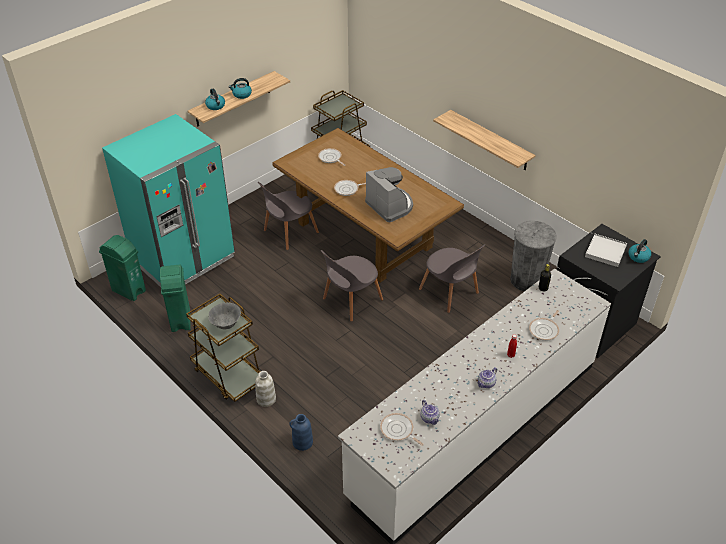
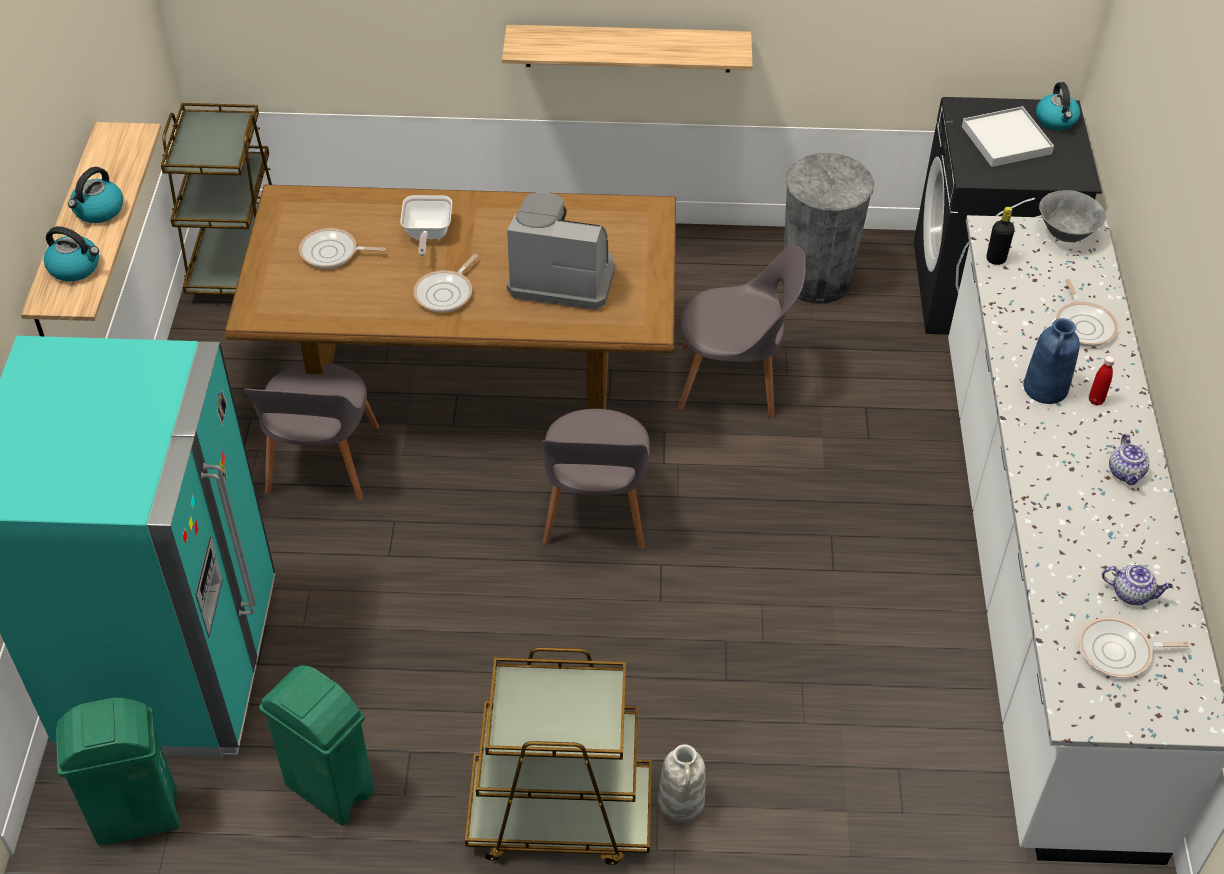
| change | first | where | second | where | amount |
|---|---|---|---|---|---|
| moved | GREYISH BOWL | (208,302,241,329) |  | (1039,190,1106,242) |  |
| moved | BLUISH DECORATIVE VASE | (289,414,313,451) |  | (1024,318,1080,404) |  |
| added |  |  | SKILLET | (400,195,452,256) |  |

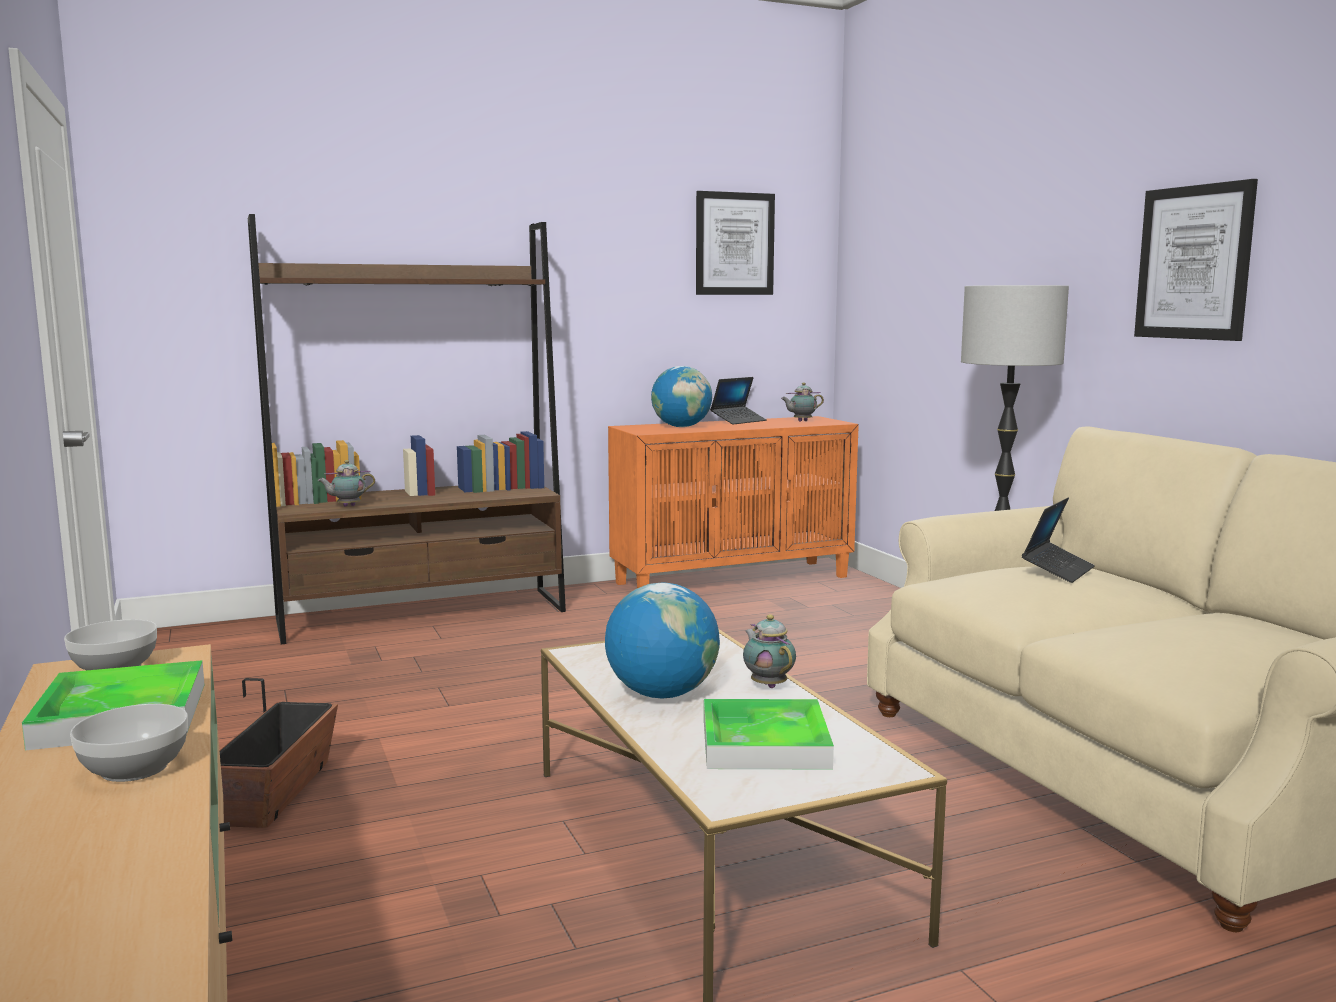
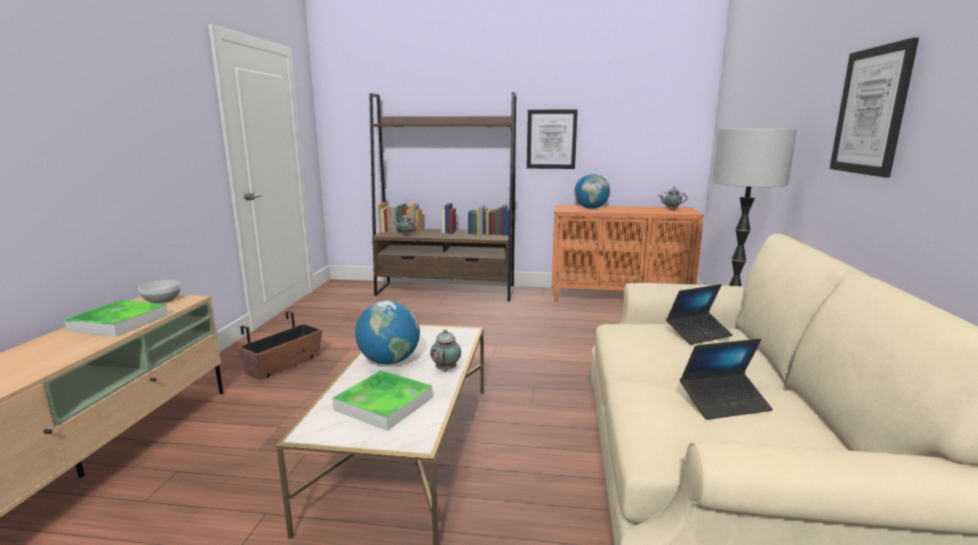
| change | first | where | second | where | amount |
|---|---|---|---|---|---|
| moved | WALL PICTURE | (696,191,775,295) |  | (527,109,578,169) |  |
| moved | PORTABLE COMPUTER | (710,377,766,424) |  | (680,339,773,420) |  |
| removed | BOWL | (70,704,188,782) |  |  |  |

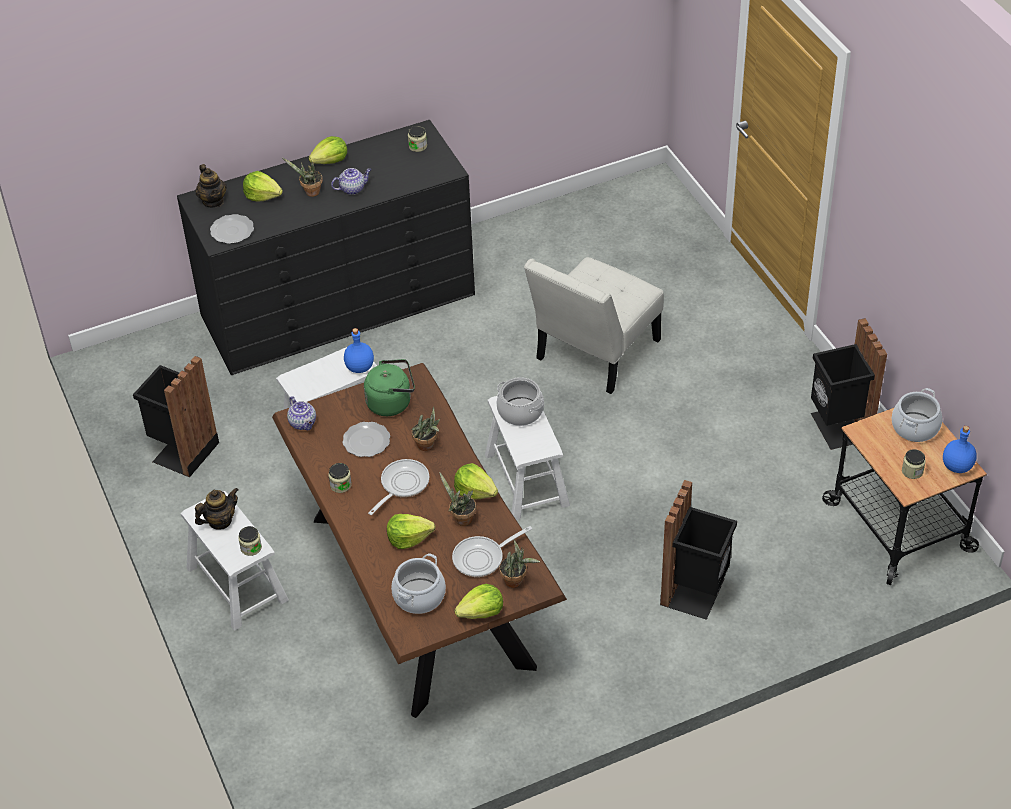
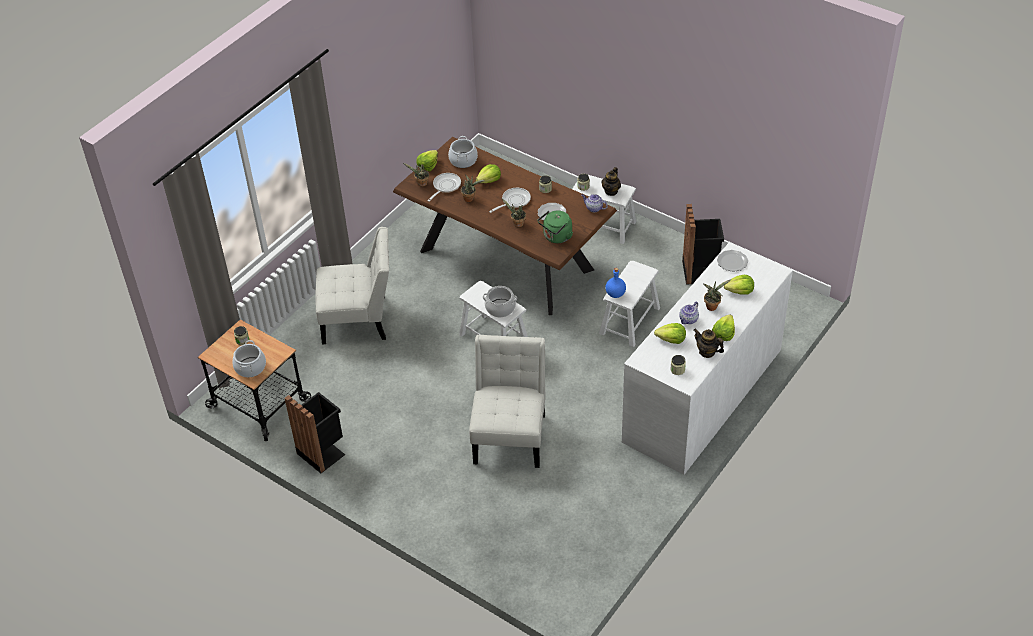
| change | first | where | second | where | amount |
|---|---|---|---|---|---|
| recoloured | BLACK-COLOURED DRAWER CHEST | (177,120,475,375) | WHITE-COLOURED DRAWER CHEST | (622,243,793,475) |  |
| moved | TEAPOT | (195,164,227,208) |  | (694,328,724,358) |  |
| removed | BLUISH BEVERAGE BOTTLE | (943,426,977,473) |  |  |  |
| turned | SKILLET | (368,459,429,515) |  | (489,188,531,213) | 135 degrees counterclockwise |
| moved | LETTUCE HEAD | (454,463,498,500) |  | (654,323,686,344) |  |
| replaced | BLACK-COLOURED RUBBISH BIN | (660,480,737,620) | WHITE-COLOURED UPRIGHT CHAIR | (315,227,389,344) |  |

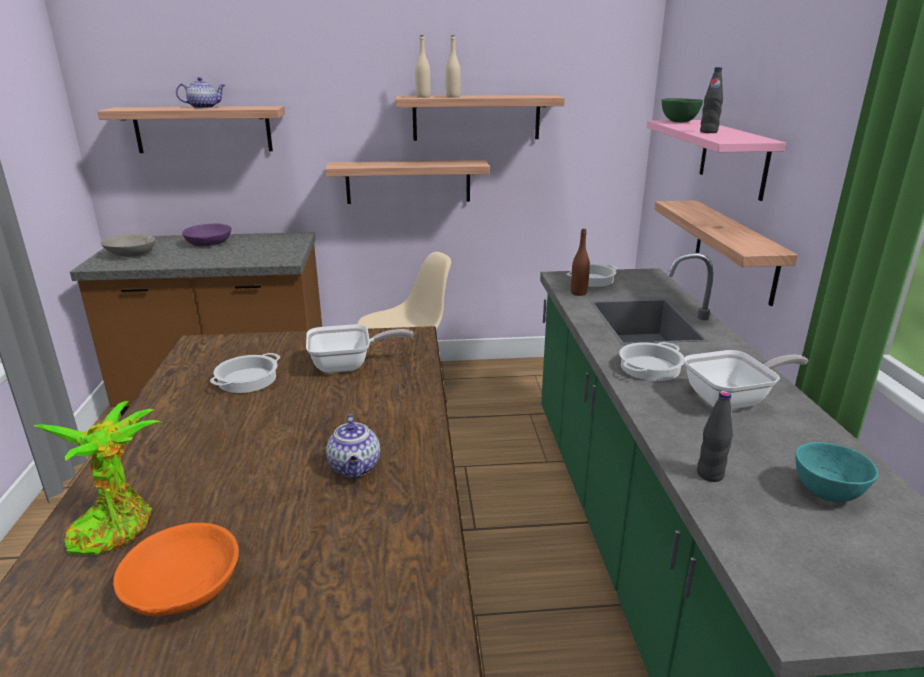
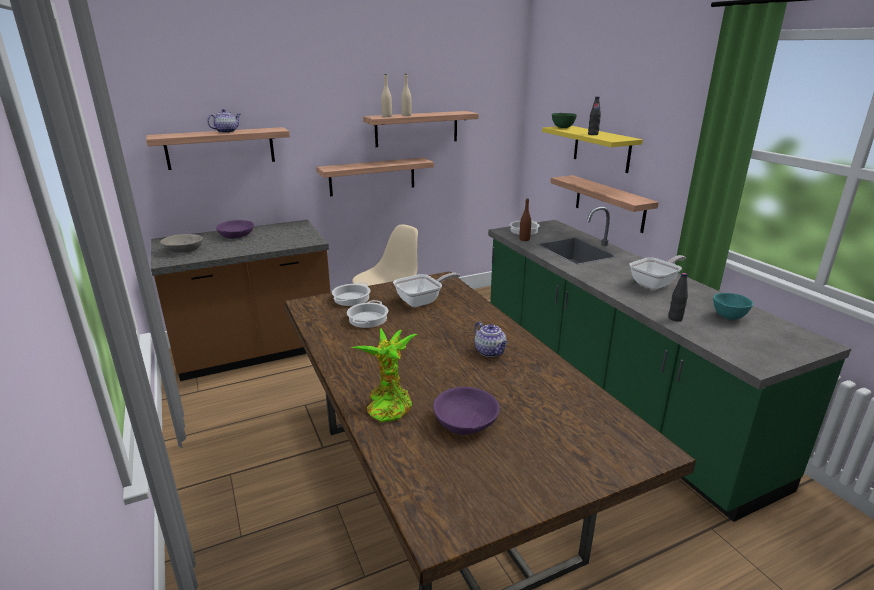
| change | first | where | second | where | amount |
|---|---|---|---|---|---|
| recoloured | PINKISH BRACKET SHELF | (647,120,786,201) | YELLOW-COLOURED BRACKET SHELF | (542,126,643,173) |  |
| moved | SAUCEPOT | (619,342,684,381) |  | (332,282,371,306) |  |
| recoloured | ORANGE BOWL | (113,523,239,617) | PURPLISH BOWL | (433,387,500,435) |  |

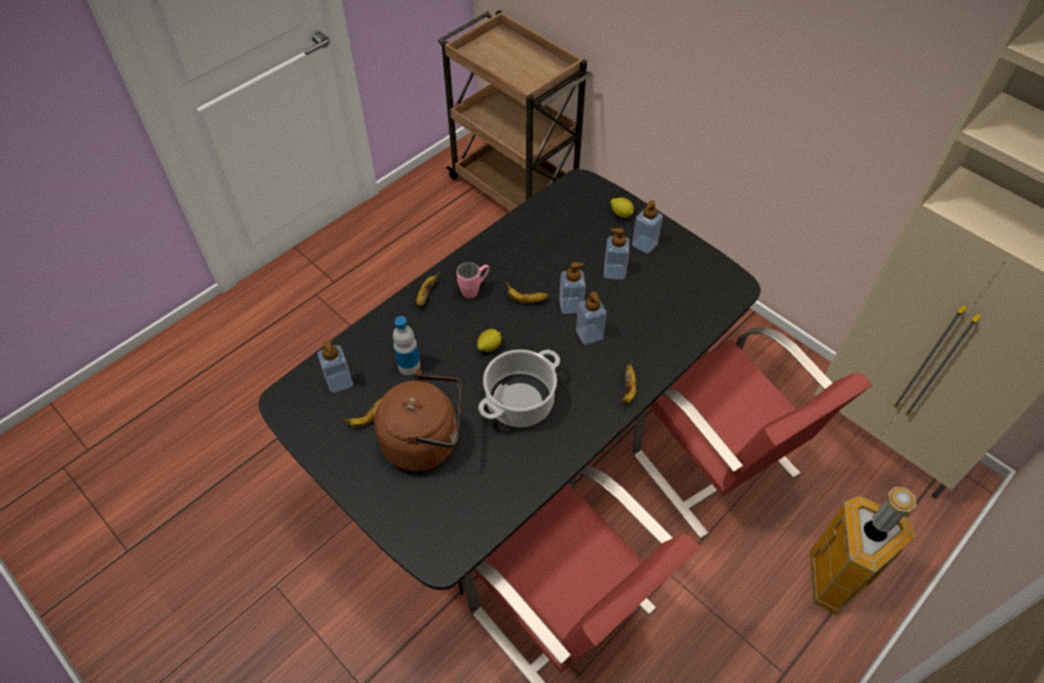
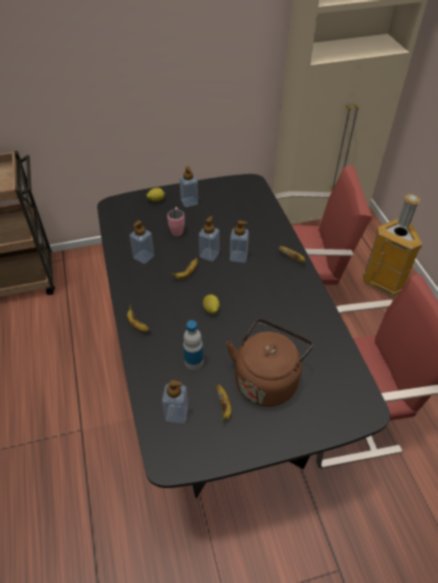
| change | first | where | second | where | amount |
|---|---|---|---|---|---|
| moved | SOAP BOTTLE | (604,228,630,280) |  | (130,221,154,264) |  |
| moved | PINKISH MUG | (457,262,489,298) |  | (167,207,185,236) |  |
| removed | SAUCEPOT | (478,349,560,427) |  |  |  |

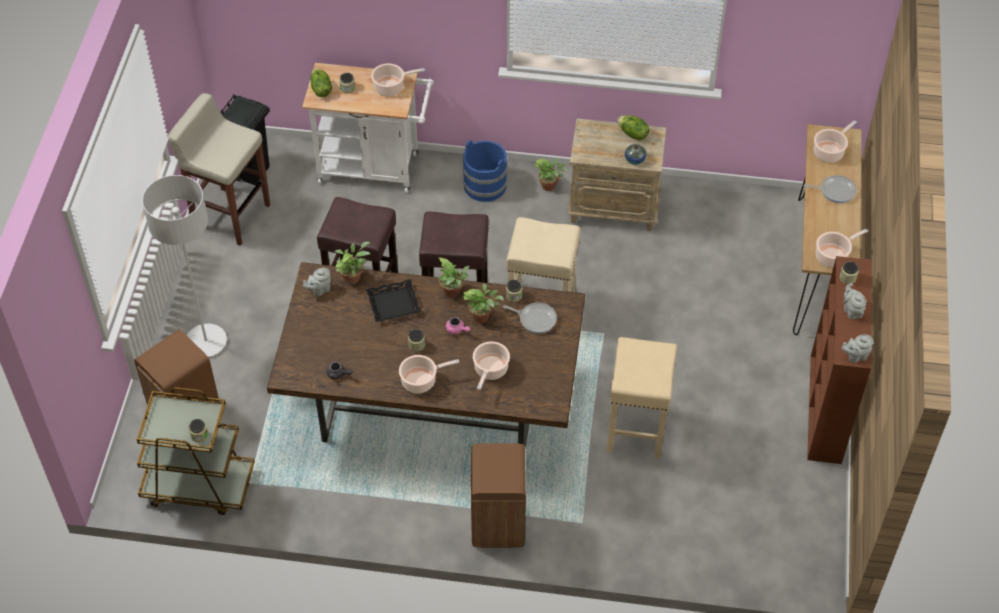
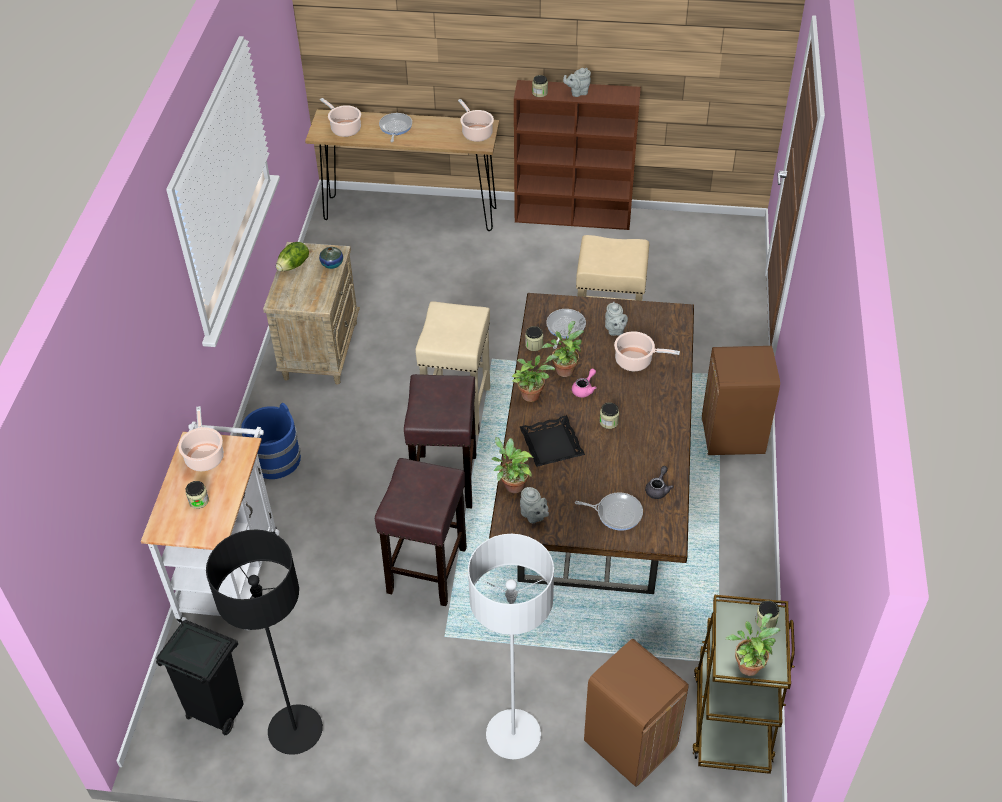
| change | first | where | second | where | amount |
|---|---|---|---|---|---|
| removed | LETTUCE HEAD | (310,68,332,97) |  |  |  |
| replaced | BEIGE-COLOURED STOOL | (167,93,270,246) | BLACK-COLOURED STANDING LAMP | (206,529,323,755) |  |
| moved | PLANT IN A POT | (534,158,568,191) |  | (726,613,780,676) |  |
| moved | GREYISH TEAPOT | (842,334,873,363) |  | (605,301,628,336) |  |
| removed | SAUCEPOT | (399,355,459,394) |  |  |  |
| added |  |  | SKILLET | (575,492,643,531) |  |

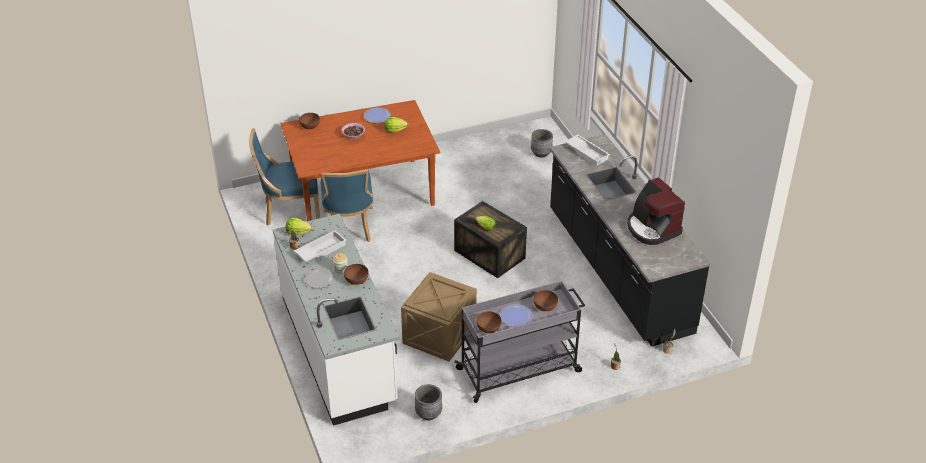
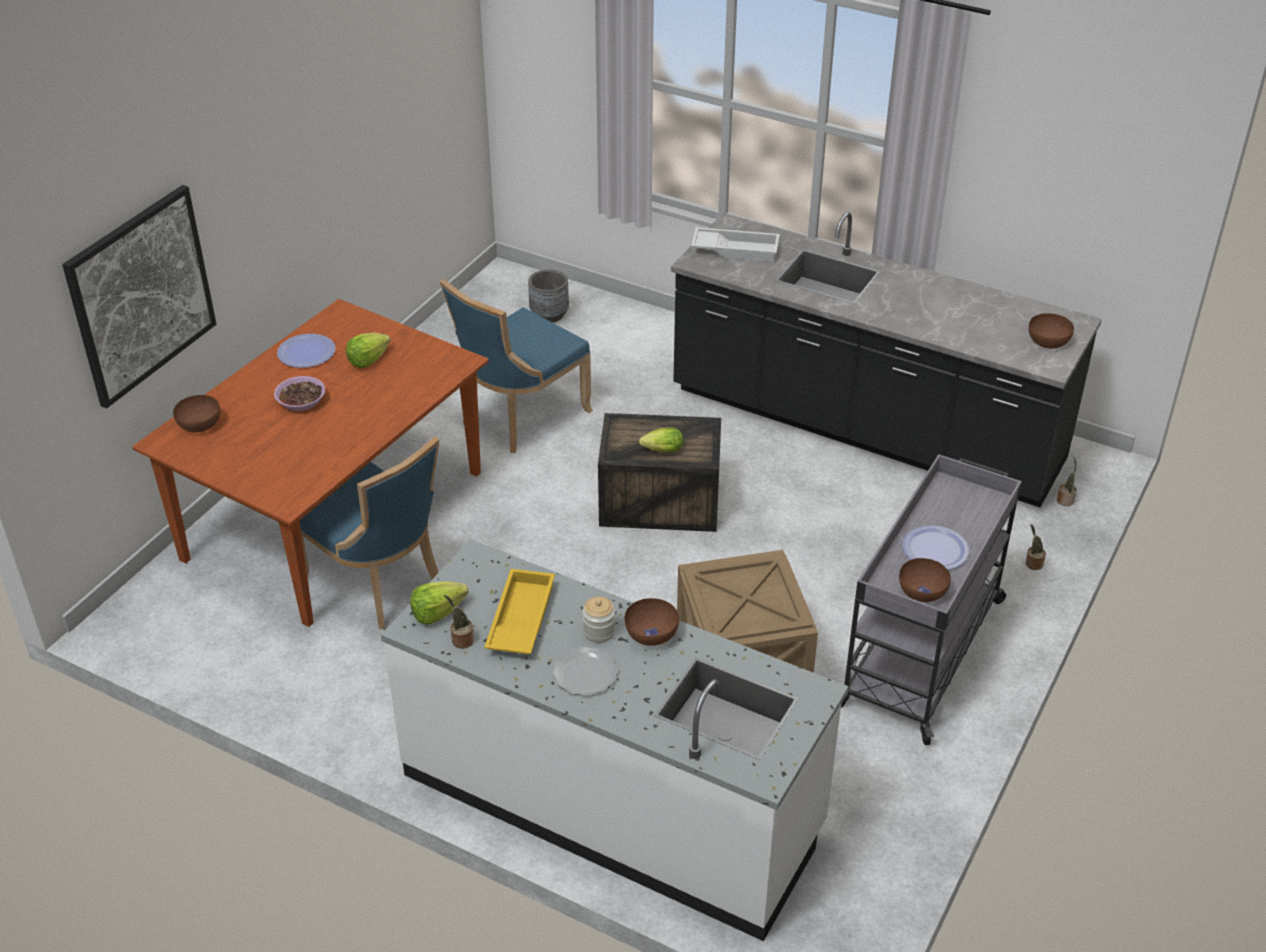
| change | first | where | second | where | amount |
|---|---|---|---|---|---|
| moved | BLUISH UPRIGHT CHAIR | (249,128,320,225) |  | (439,279,593,453) |  |
| removed | COFFEE MACHINE | (627,177,685,245) |  |  |  |
| recoloured | WHITE-COLOURED TRAY | (294,230,347,262) | YELLOW-COLOURED TRAY | (484,569,555,654) |  |
| moved | BROWN-COLOURED BOWL | (533,290,558,311) |  | (1029,313,1074,349) |  |
| removed | GREYISH FLOWER POT | (415,384,442,420) |  |  |  |
| added |  |  | WALL PICTURE | (62,185,216,408) |  |

